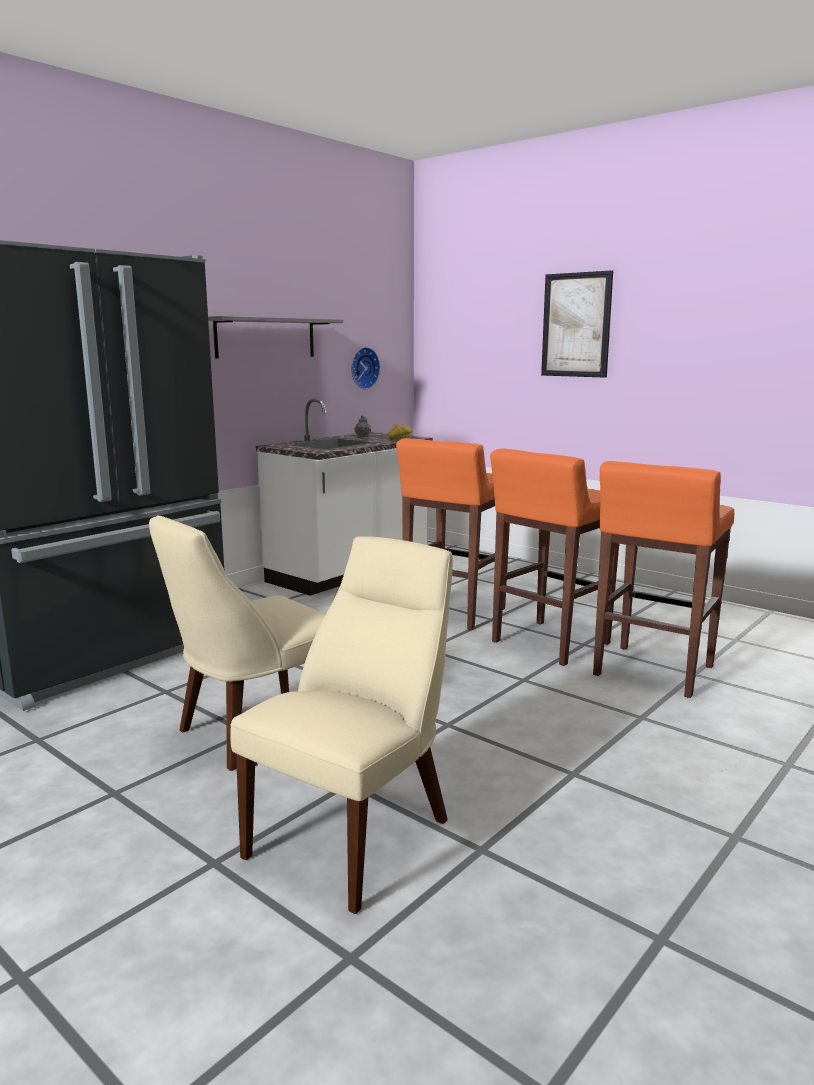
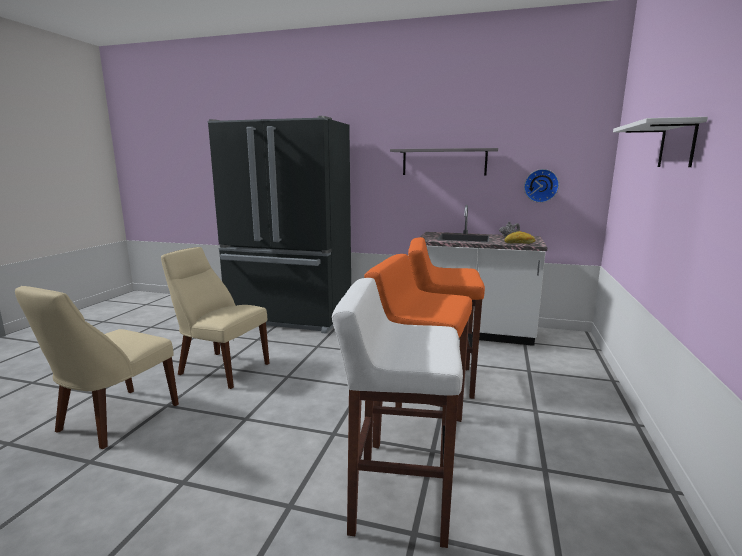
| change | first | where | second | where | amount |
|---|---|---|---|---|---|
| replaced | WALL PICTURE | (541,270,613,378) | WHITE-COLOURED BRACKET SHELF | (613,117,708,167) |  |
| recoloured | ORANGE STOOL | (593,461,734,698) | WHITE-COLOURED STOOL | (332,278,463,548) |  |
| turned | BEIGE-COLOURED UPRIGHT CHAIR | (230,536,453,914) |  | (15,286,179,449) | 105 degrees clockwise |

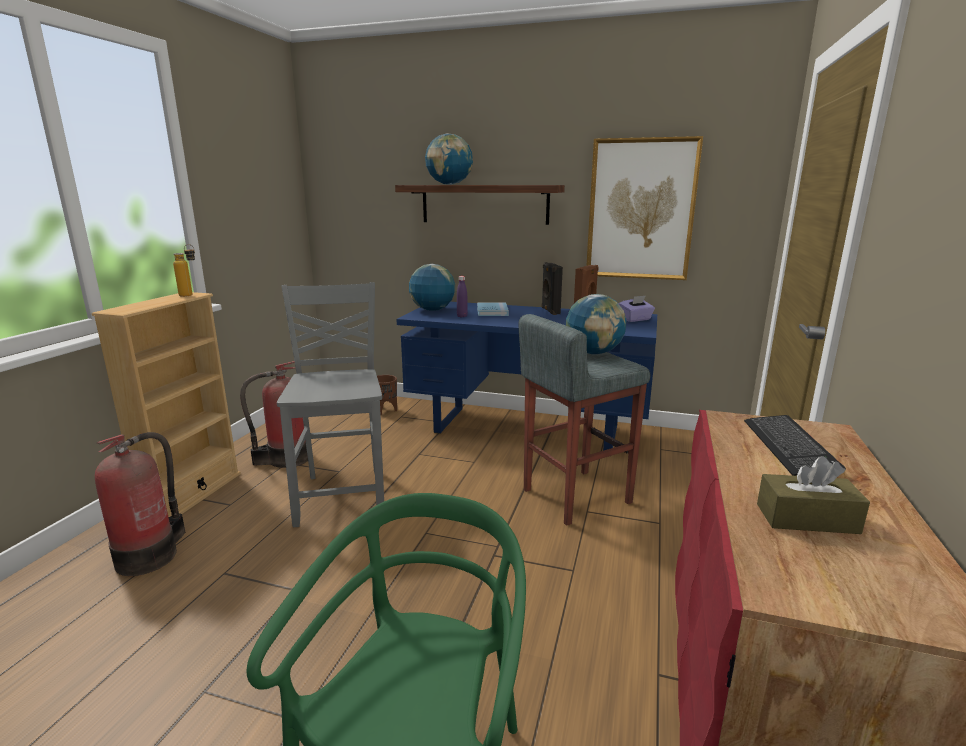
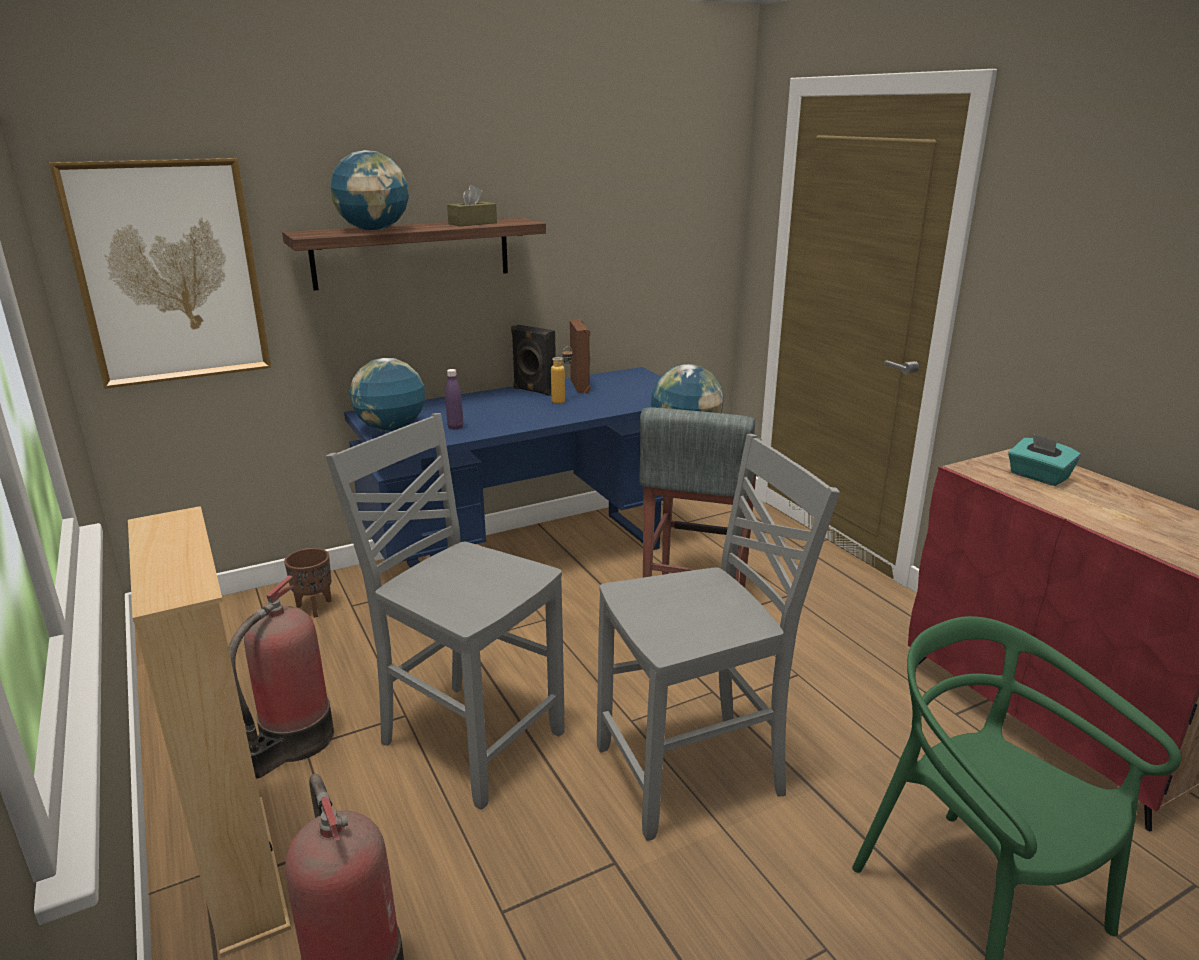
| change | first | where | second | where | amount |
|---|---|---|---|---|---|
| moved | WALL PICTURE | (586,136,703,280) |  | (49,158,271,389) |  |
| moved | BEVERAGE BOTTLE | (173,244,195,297) |  | (551,346,573,404) |  |
| removed | PURPLISH BOX OF TISSUES | (619,295,655,322) |  |  |  |
| removed | BLUISH BOOK | (477,302,509,316) |  |  |  |
| replaced | PC KEYBOARD | (744,415,846,476) | BLUE-GREEN BOX OF TISSUES | (1008,434,1081,486) |  |
| moved | BROWN-COLOURED BOX OF TISSUES | (757,456,870,534) |  | (447,184,497,226) |  |
| added |  |  | GREYISH UPRIGHT CHAIR | (597,434,840,841) |  |

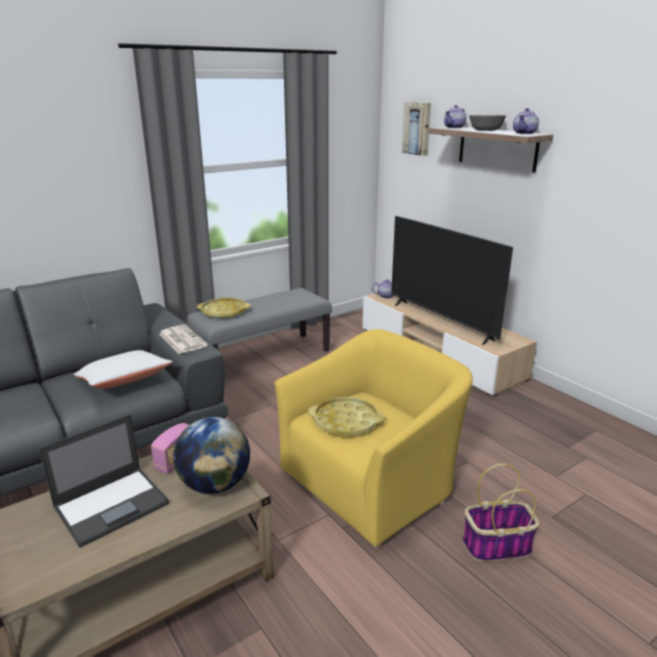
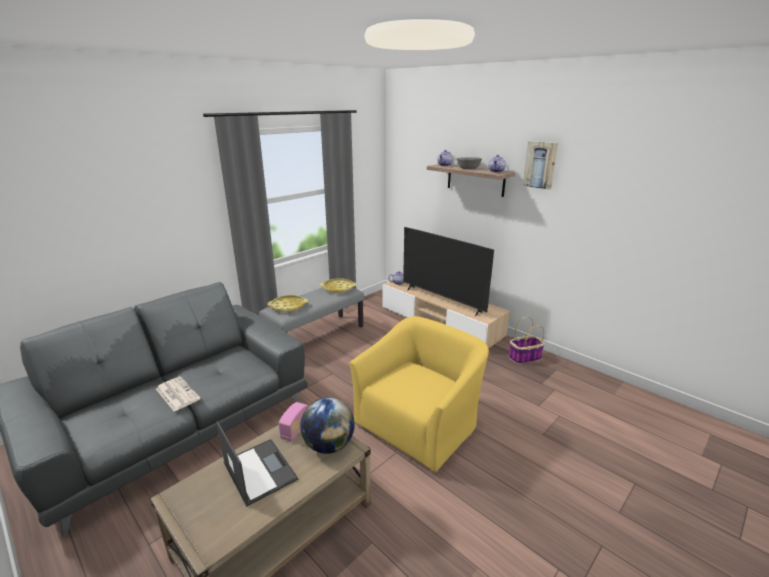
| change | first | where | second | where | amount |
|---|---|---|---|---|---|
| moved | WALL PICTURE | (402,102,431,156) |  | (522,141,558,190) |  |
| moved | PRINTED PAPER | (159,325,208,354) |  | (156,377,201,412) |  |
| removed | WHITE-COLOURED CUSHION | (74,350,173,389) |  |  |  |
| moved | YELLOW-COLOURED TRAY | (308,397,385,436) |  | (320,278,356,293) |  |
| turned | PORTABLE COMPUTER | (39,414,169,548) |  | (216,421,298,507) | 75 degrees counterclockwise |
| moved | BASKET | (463,464,539,562) |  | (508,317,545,364) |  |

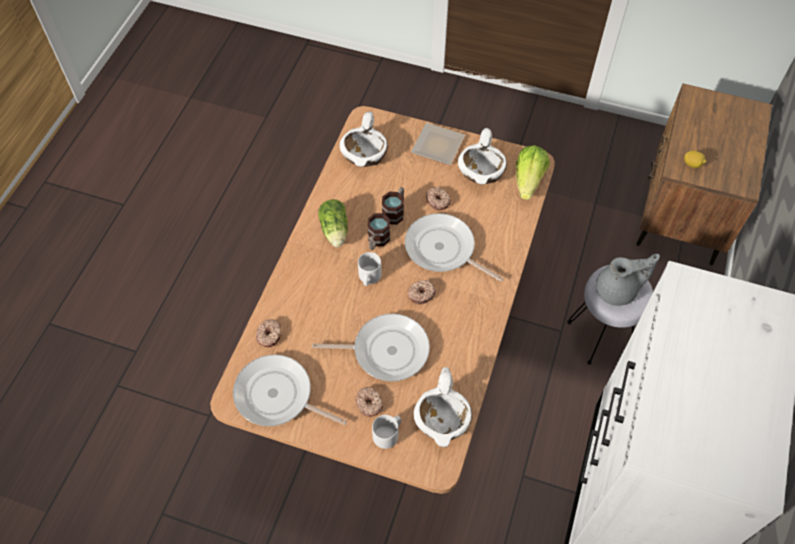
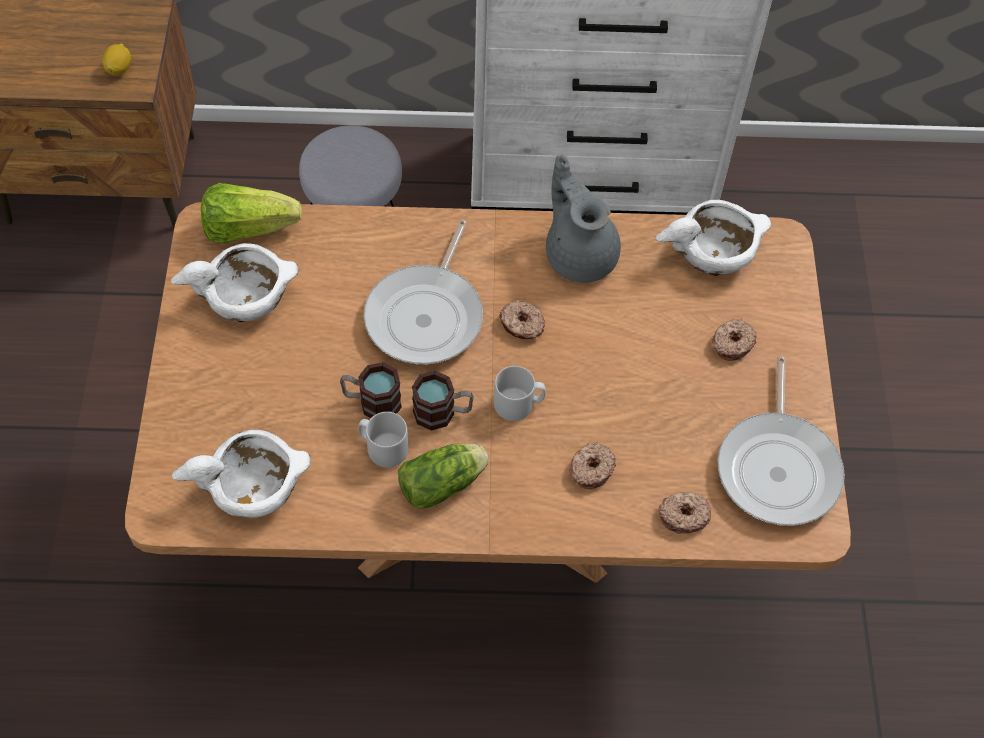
| change | first | where | second | where | amount |
|---|---|---|---|---|---|
| removed | FLAT DISH | (411,123,465,165) |  |  |  |
| moved | DOUGHNUT | (426,187,451,210) |  | (569,441,616,489) |  |
| moved | GREYISH TEAPOT | (596,254,660,306) |  | (546,154,621,283) |  |
| removed | SKILLET | (312,314,430,381) |  |  |  |
| moved | GREYISH MUG | (372,415,401,449) |  | (358,412,408,468) |  |

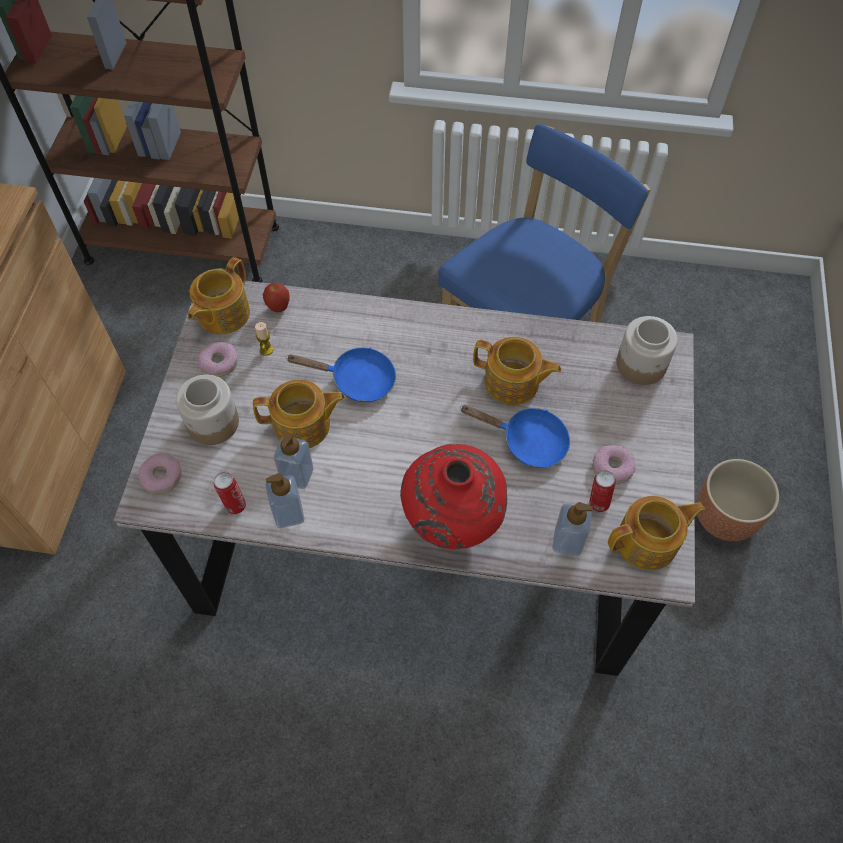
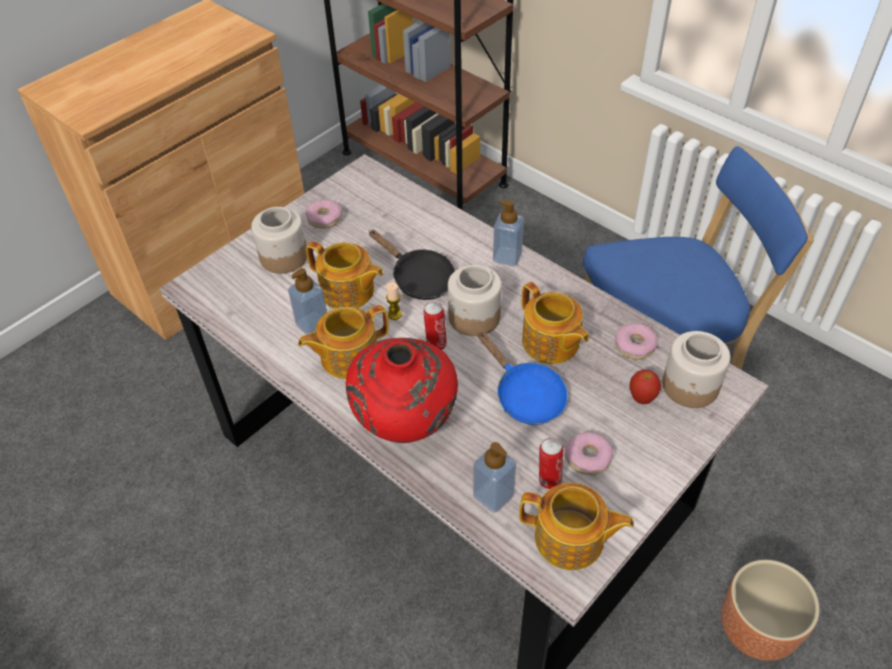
| change | first | where | second | where | amount |
|---|---|---|---|---|---|
| moved | TEAPOT | (188,257,250,334) |  | (298,305,389,379) |  |
| moved | WHOLE APPLE | (263,282,290,312) |  | (629,370,661,404) |  |
| moved | WAX LIGHT | (255,322,273,356) |  | (386,283,402,320) |  |
| recoloured | BLUISH SKILLET | (286,347,396,402) | BLACK-COLOURED SKILLET | (369,230,455,300) |  |
| moved | DOUGHNUT | (138,453,182,494) |  | (615,323,658,360) |  |
| moved | CAN | (214,472,246,514) |  | (423,302,447,350) |  |
| moved | SOAP BOTTLE | (266,473,304,528) |  | (493,200,524,266) |  |
| added |  |  | STORAGE JAR | (448,265,502,336) |  |

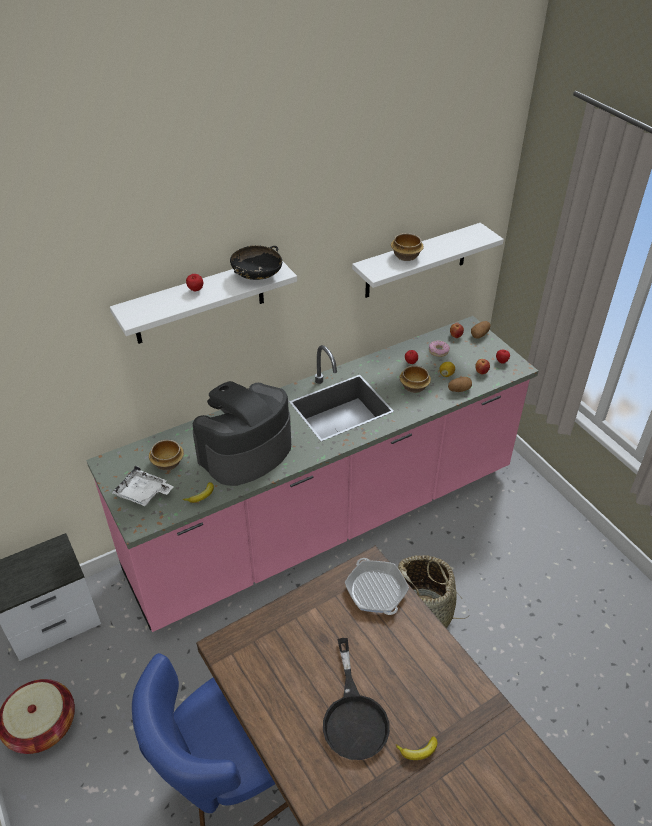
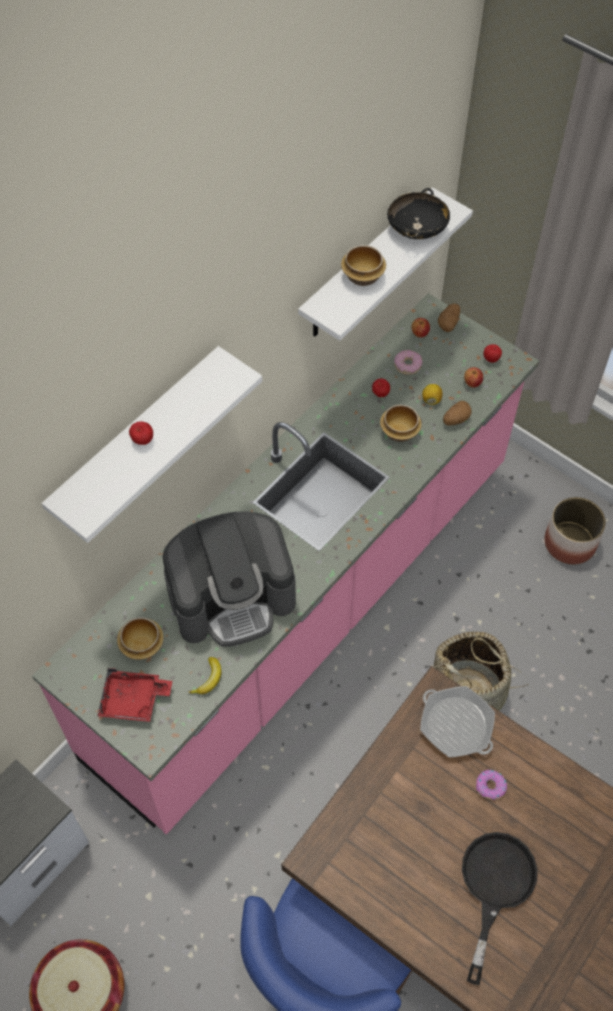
| change | first | where | second | where | amount |
|---|---|---|---|---|---|
| moved | BLACK-COLOURED BOWL | (230,245,282,280) |  | (387,188,450,239) |  |
| turned | COFFEE MACHINE | (193,381,291,486) |  | (163,511,296,647) | 135 degrees counterclockwise |
| recoloured | WHITE-COLOURED TRAY | (112,466,174,506) | REDDISH TRAY | (98,668,172,722) |  |
| turned | BLACK-COLOURED SKILLET | (323,638,390,760) |  | (462,832,538,985) | 135 degrees counterclockwise |
| removed | BANANA | (395,736,437,760) |  |  |  |
| added |  |  | FLOWER POT | (544,497,606,564) |  |
| added |  |  | DOUGHNUT | (476,770,507,800) |  |

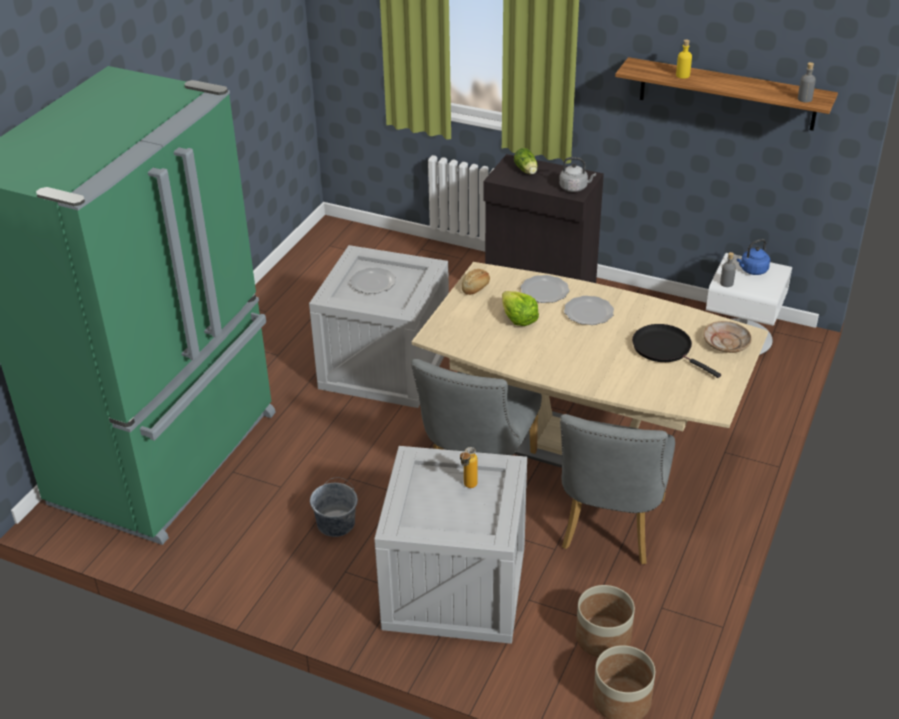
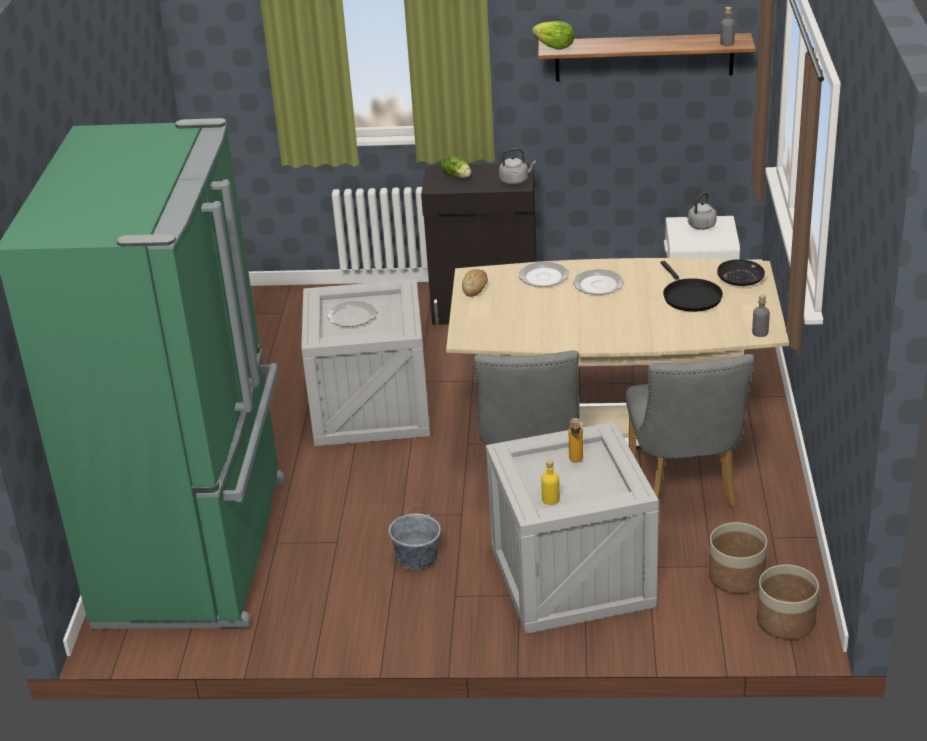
| change | first | where | second | where | amount |
|---|---|---|---|---|---|
| moved | YELLOW-COLOURED BEVERAGE BOTTLE | (676,40,692,79) |  | (541,460,560,505) |  |
| recoloured | BLUISH KETTLE | (737,239,770,275) | GREYISH KETTLE | (687,192,717,230) |  |
| moved | GREYISH BEVERAGE BOTTLE | (720,252,736,287) |  | (752,294,770,337) |  |
| moved | LETTUCE HEAD | (502,291,539,326) |  | (532,21,574,50) |  |
| recoloured | BEIGE-COLOURED FLAT DISH | (703,321,752,353) | BLACK-COLOURED FLAT DISH | (717,259,765,286) |  |
| turned | BLACK-COLOURED SKILLET | (632,324,721,378) |  | (660,261,723,312) | 135 degrees counterclockwise |

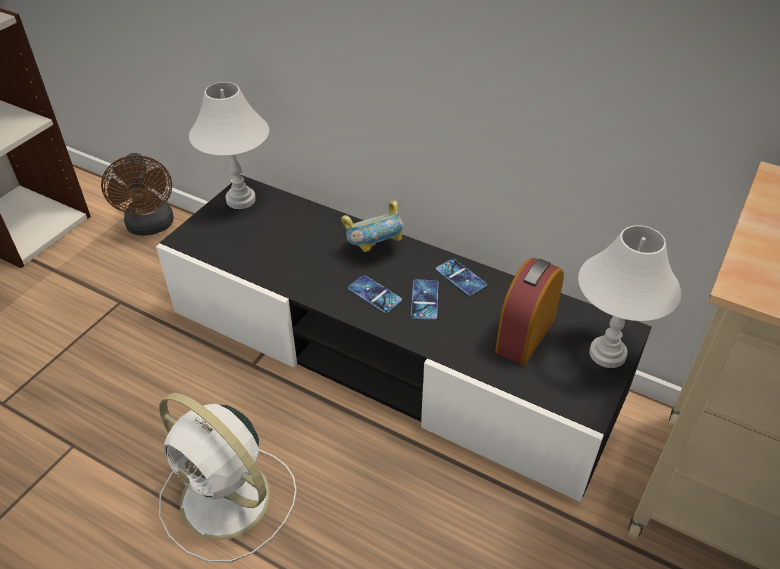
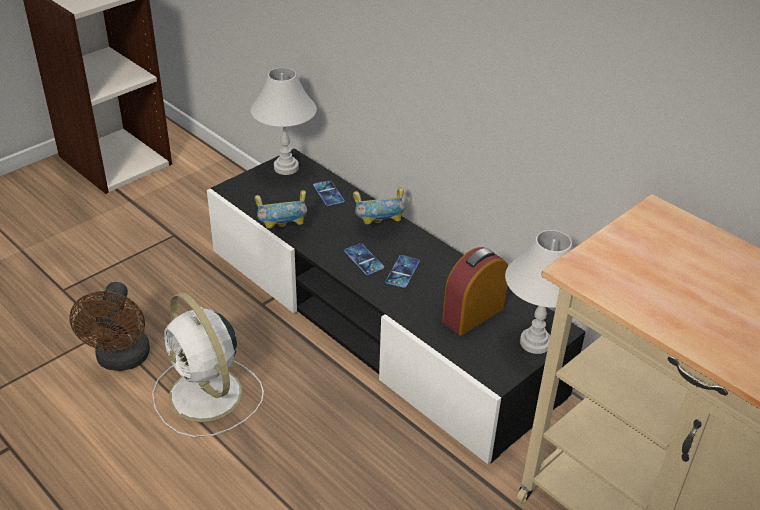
| change | first | where | second | where | amount |
|---|---|---|---|---|---|
| moved | BROWN-COLOURED ELECTRIC FAN | (101,153,174,236) |  | (69,282,150,371) |  |
| moved | HANDSET | (436,258,487,296) |  | (313,180,345,206) |  |
| added |  |  | BOWL | (255,190,307,228) |  |

